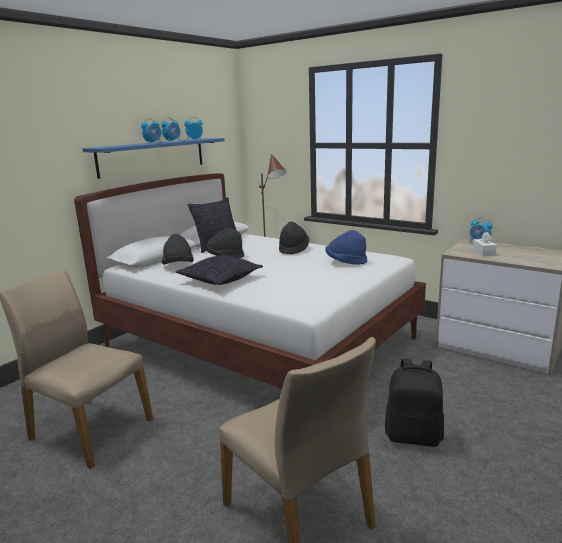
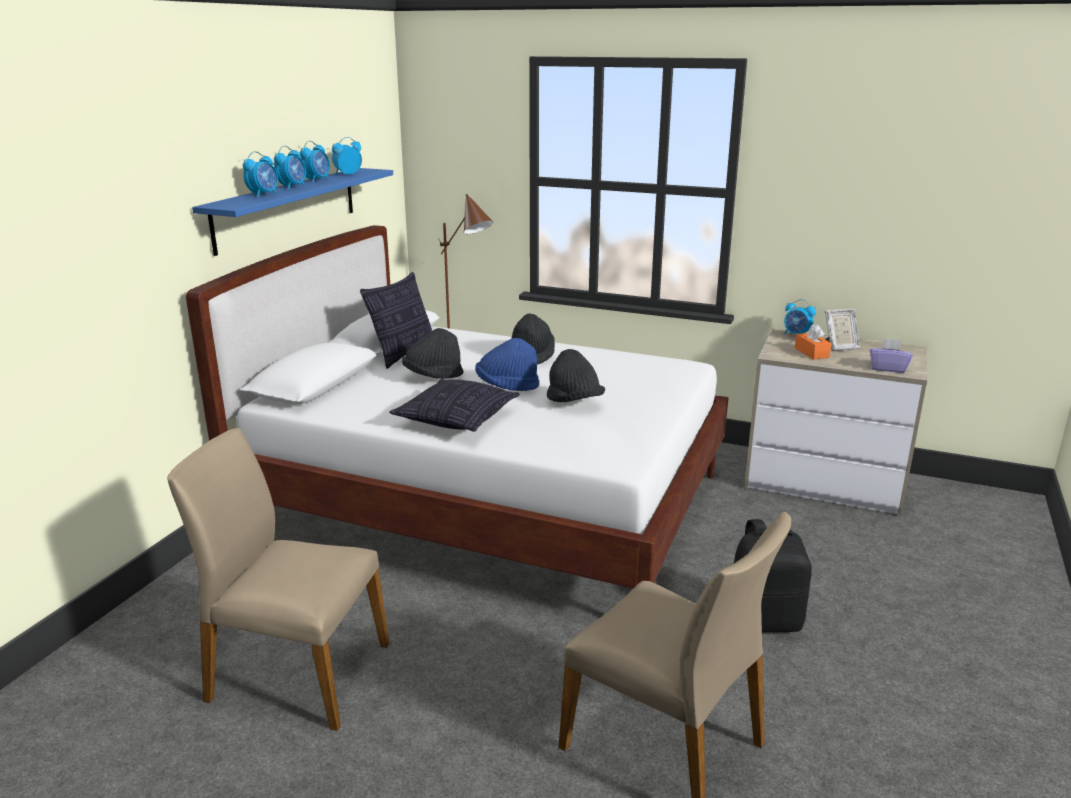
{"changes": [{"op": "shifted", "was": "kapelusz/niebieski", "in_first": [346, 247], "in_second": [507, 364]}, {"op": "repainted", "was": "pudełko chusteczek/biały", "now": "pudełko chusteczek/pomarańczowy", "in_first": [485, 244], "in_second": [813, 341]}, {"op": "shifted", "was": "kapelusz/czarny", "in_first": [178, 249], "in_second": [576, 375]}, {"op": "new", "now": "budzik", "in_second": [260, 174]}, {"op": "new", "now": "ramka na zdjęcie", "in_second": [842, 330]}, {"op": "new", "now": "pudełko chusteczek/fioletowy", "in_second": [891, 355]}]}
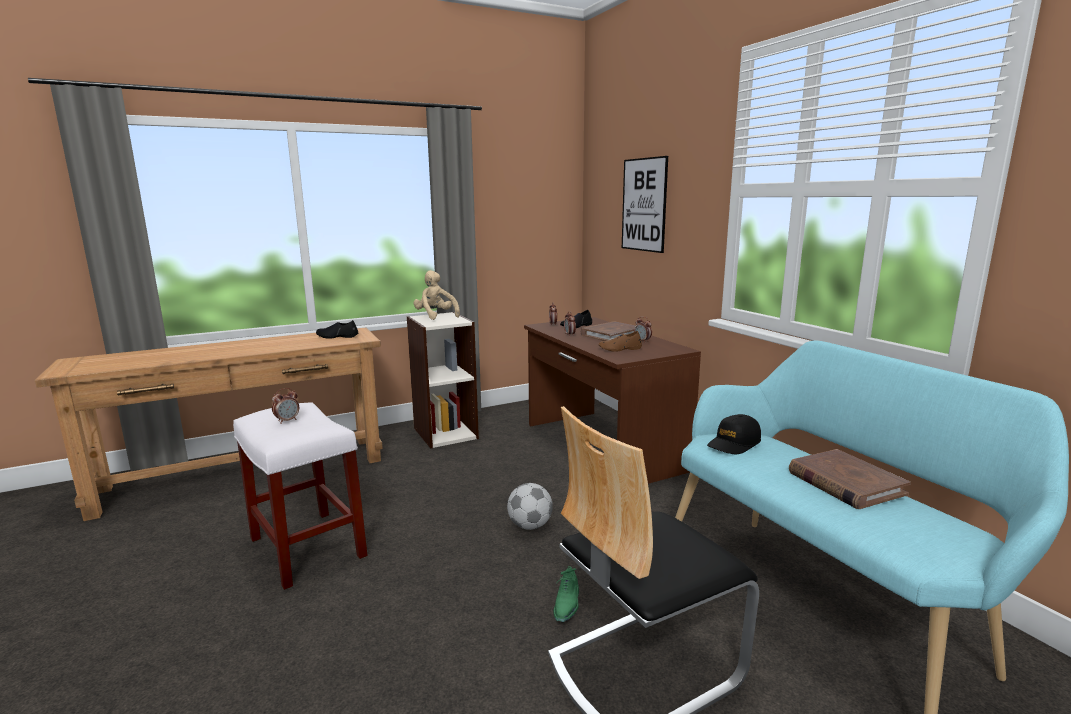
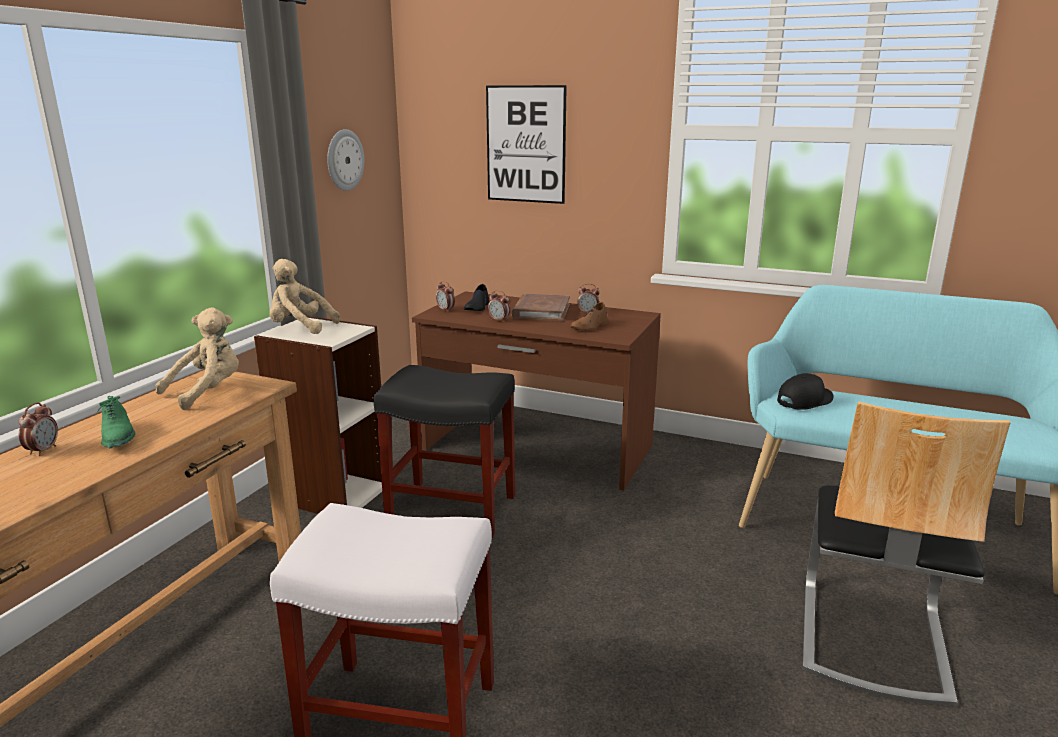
{"changes": [{"op": "swapped", "was": "but/czarny", "now": "pluszak/beżowy", "in_first": [337, 329], "in_second": [197, 359]}, {"op": "shifted", "was": "budzik", "in_first": [285, 406], "in_second": [38, 429]}, {"op": "rotated", "was": "czapka z daszkiem/czarny", "in_first": [734, 434], "in_second": [805, 391], "clockwise": -135}, {"op": "gone", "was": "książka/brązowy", "in_first": [850, 479]}, {"op": "gone", "was": "piłka futbolowa", "in_first": [530, 506]}, {"op": "shifted", "was": "but/zielony", "in_first": [566, 594], "in_second": [115, 422]}, {"op": "new", "now": "zegar ścienny", "in_second": [345, 160]}, {"op": "new", "now": "stołek/czarny", "in_second": [444, 451]}]}
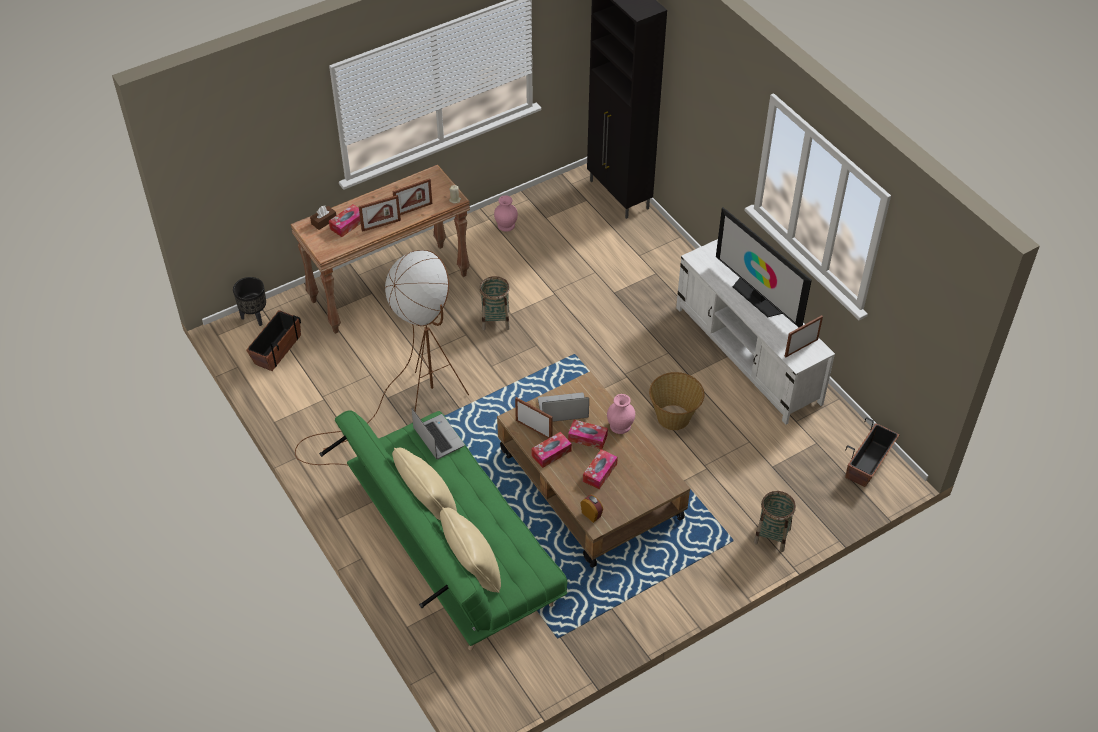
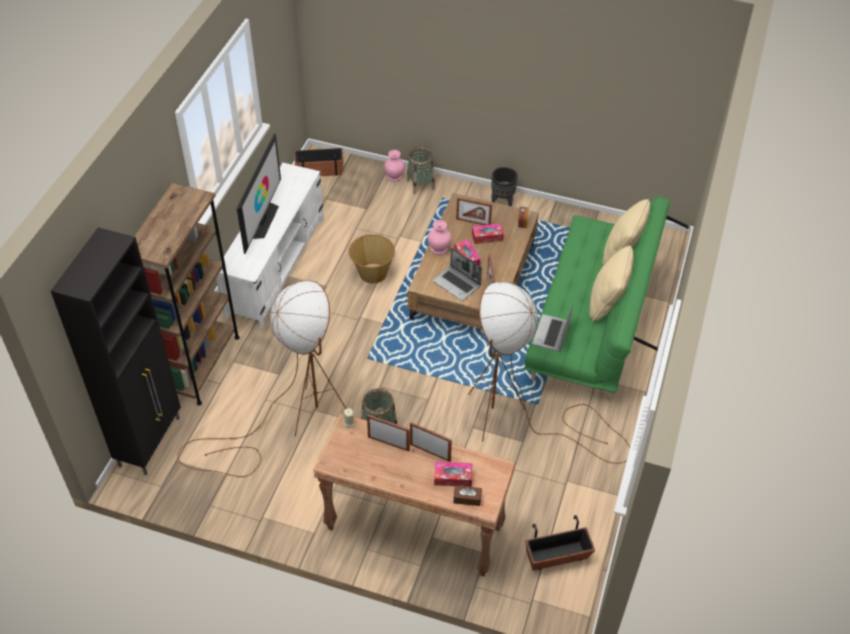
{"changes": [{"op": "shifted", "was": "wazon/różowy", "in_first": [506, 213], "in_second": [394, 166]}, {"op": "shifted", "was": "donica/czarny", "in_first": [249, 301], "in_second": [505, 187]}, {"op": "shifted", "was": "ramka na zdjęcie", "in_first": [804, 336], "in_second": [474, 211]}, {"op": "gone", "was": "pudełko chusteczek", "in_first": [551, 450]}, {"op": "new", "now": "regał/brązowy", "in_second": [187, 294]}, {"op": "new", "now": "lampa stojąca/brązowy", "in_second": [262, 378]}]}
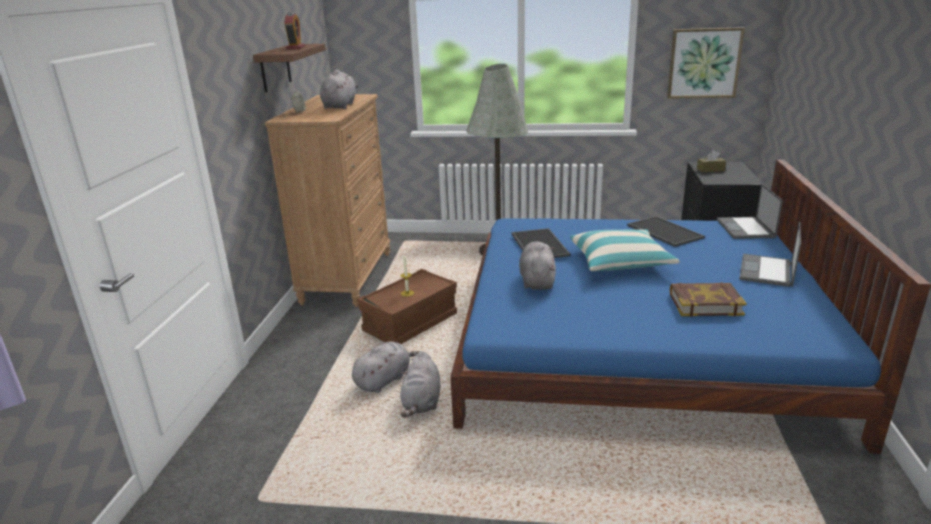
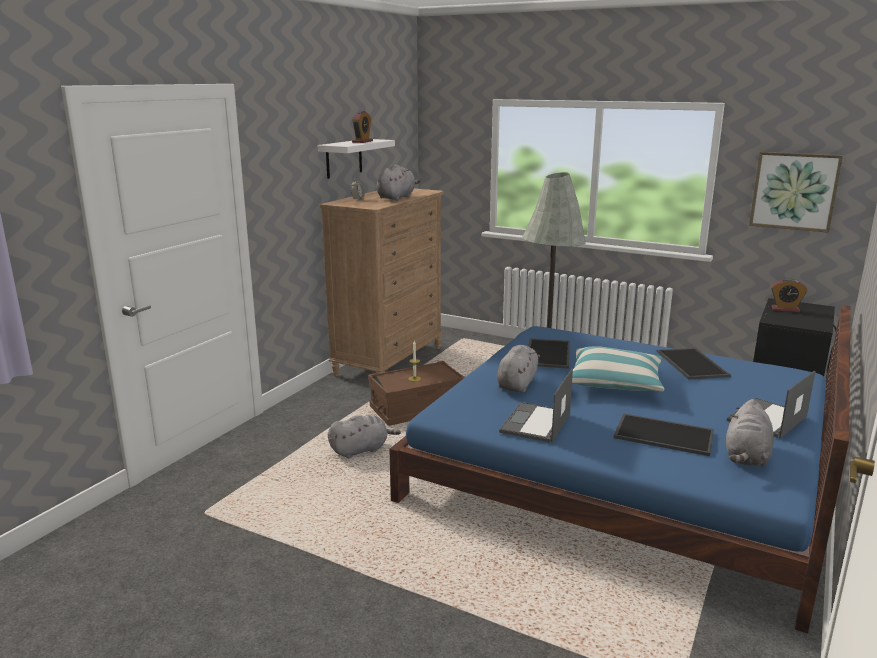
{"changes": [{"op": "repainted", "was": "półka/brązowy", "now": "półka/biały", "in_first": [289, 68], "in_second": [356, 159]}, {"op": "swapped", "was": "pudełko chusteczek/brązowy", "now": "budzik", "in_first": [711, 161], "in_second": [789, 295]}, {"op": "shifted", "was": "laptop", "in_first": [750, 211], "in_second": [536, 406]}, {"op": "swapped", "was": "książka", "now": "taca", "in_first": [708, 299], "in_second": [664, 434]}, {"op": "shifted", "was": "pluszak/szary", "in_first": [420, 384], "in_second": [750, 433]}]}
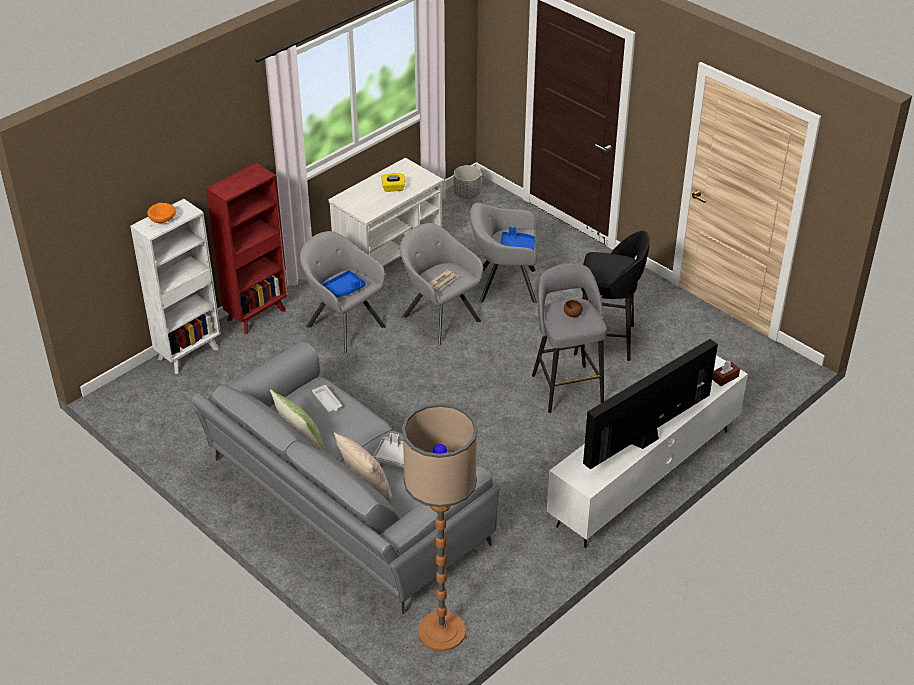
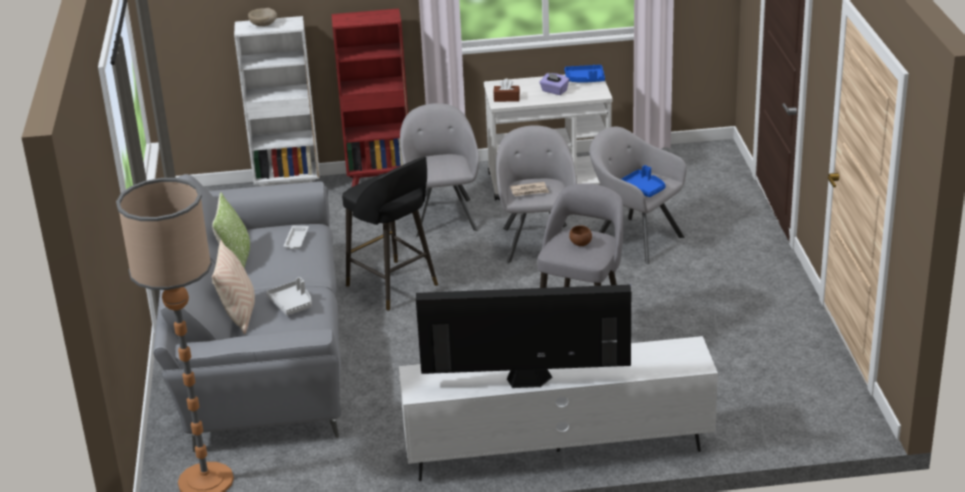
{"changes": [{"op": "gone", "was": "donica/szary", "in_first": [467, 182]}, {"op": "repainted", "was": "pudełko chusteczek/żółty", "now": "pudełko chusteczek/fioletowy", "in_first": [393, 182], "in_second": [554, 83]}, {"op": "repainted", "was": "miska/pomarańczowy", "now": "miska/beżowy", "in_first": [161, 213], "in_second": [262, 17]}, {"op": "shifted", "was": "stołek/czarny", "in_first": [612, 296], "in_second": [390, 234]}, {"op": "shifted", "was": "taca/niebieski", "in_first": [344, 283], "in_second": [584, 74]}, {"op": "shifted", "was": "pudełko chusteczek/brązowy", "in_first": [726, 373], "in_second": [506, 90]}]}
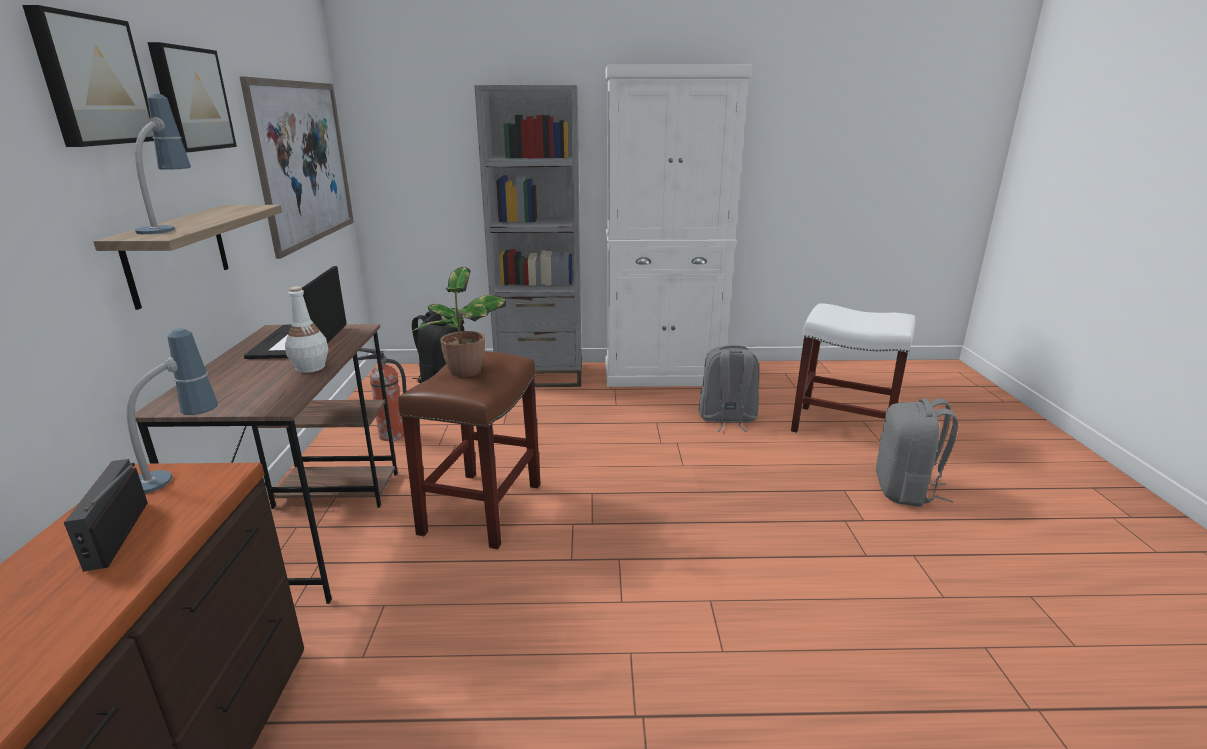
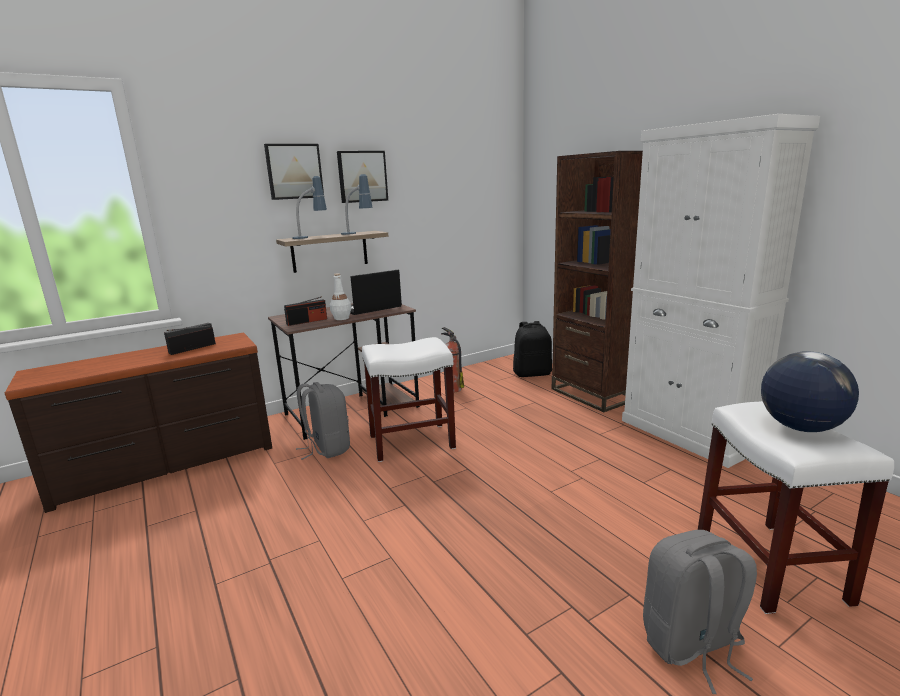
{"changes": [{"op": "gone", "was": "obraz", "in_first": [296, 167]}, {"op": "repainted", "was": "regał/szary", "now": "regał/brązowy", "in_first": [528, 236], "in_second": [597, 281]}, {"op": "gone", "was": "roślina doniczkowa", "in_first": [459, 322]}, {"op": "shifted", "was": "lampa stołowa", "in_first": [172, 410], "in_second": [356, 204]}, {"op": "shifted", "was": "plecak/szary", "in_first": [728, 388], "in_second": [323, 421]}, {"op": "repainted", "was": "stołek/brązowy", "now": "stołek/biały", "in_first": [469, 450], "in_second": [409, 399]}, {"op": "new", "now": "radio", "in_second": [305, 311]}, {"op": "new", "now": "globus", "in_second": [810, 391]}]}
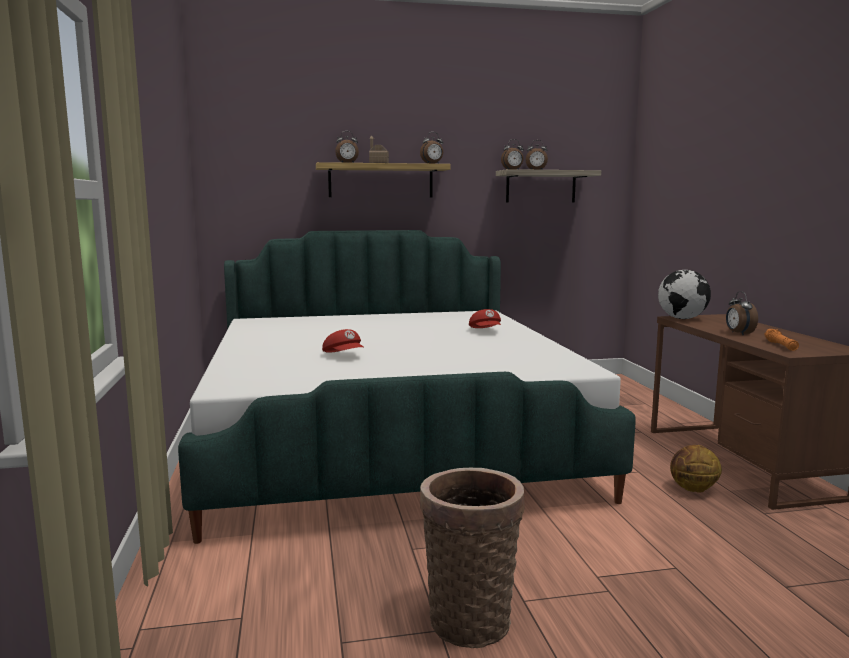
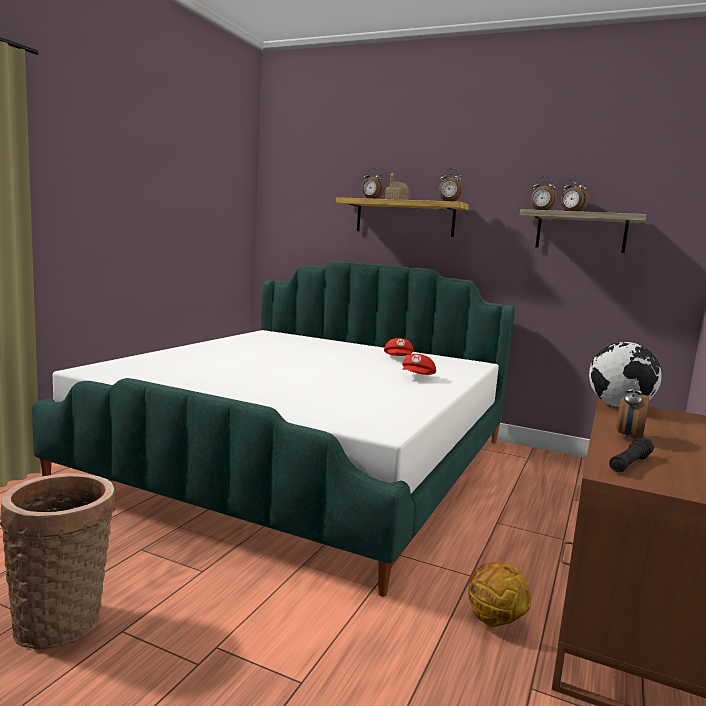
{"changes": [{"op": "shifted", "was": "czapka z daszkiem/czerwony", "in_first": [342, 341], "in_second": [398, 347]}, {"op": "repainted", "was": "latarka/pomarańczowy", "now": "latarka/czarny", "in_first": [781, 340], "in_second": [631, 454]}]}
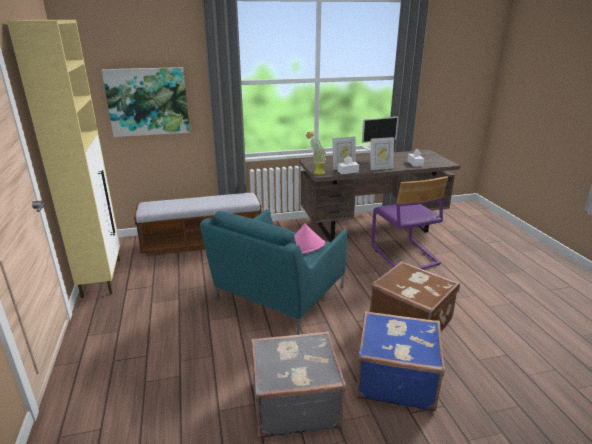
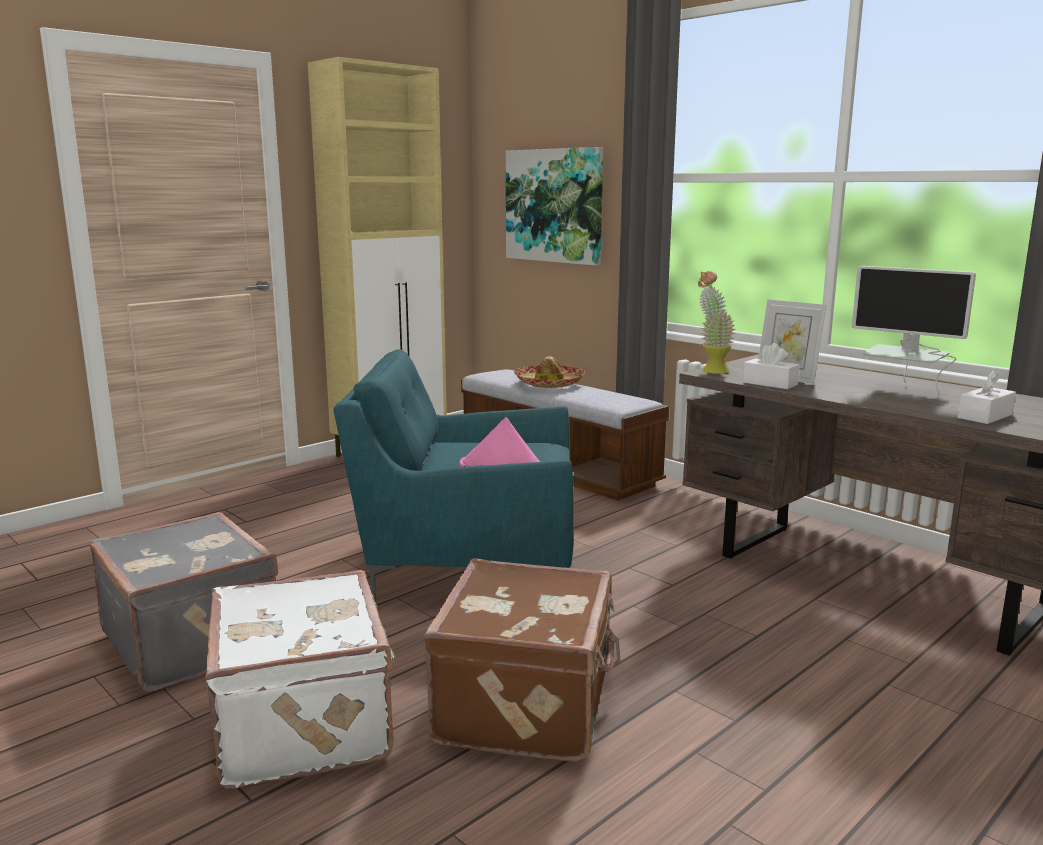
{"changes": [{"op": "gone", "was": "ramka na zdjęcie", "in_first": [382, 153]}, {"op": "gone", "was": "krzesło/fioletowy", "in_first": [409, 222]}, {"op": "repainted", "was": "walizka/niebieski", "now": "walizka/biały", "in_first": [400, 361], "in_second": [300, 679]}, {"op": "new", "now": "kapelusz", "in_second": [549, 372]}]}
